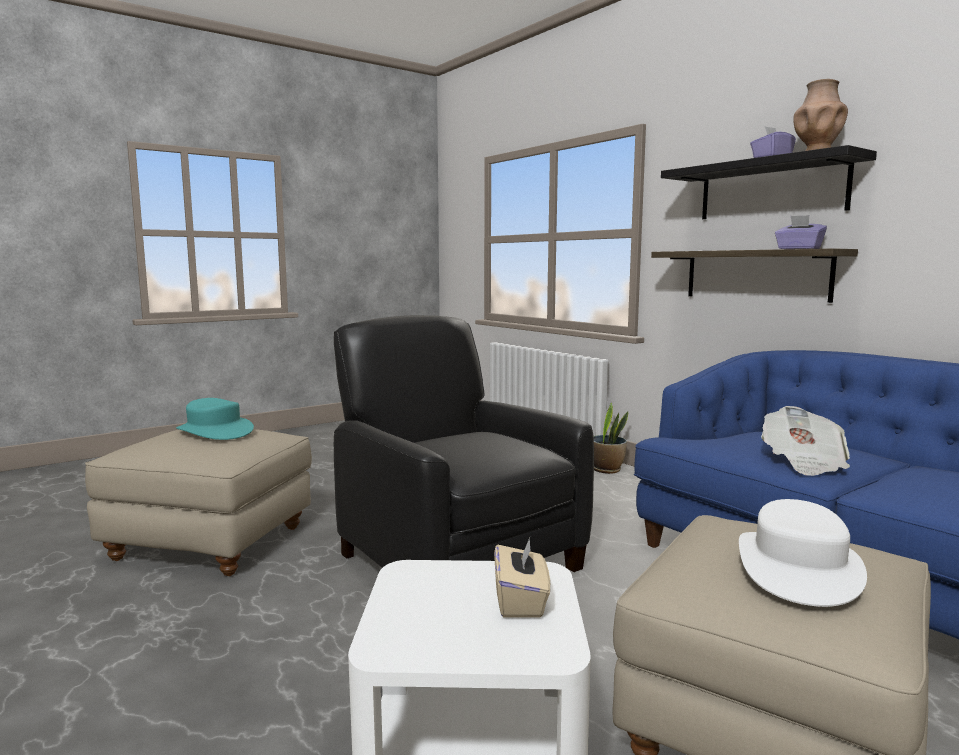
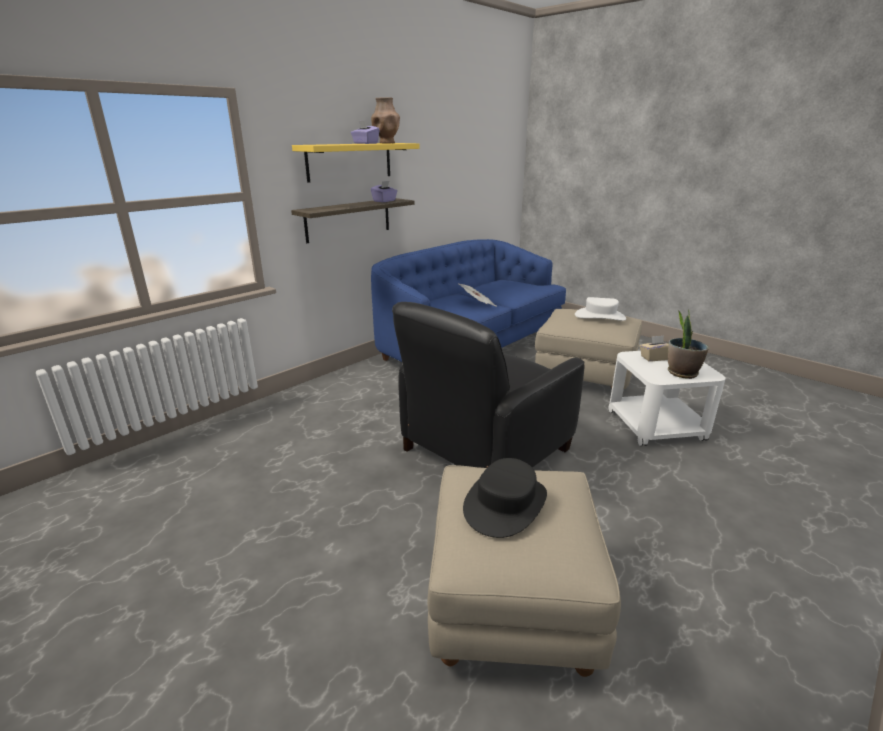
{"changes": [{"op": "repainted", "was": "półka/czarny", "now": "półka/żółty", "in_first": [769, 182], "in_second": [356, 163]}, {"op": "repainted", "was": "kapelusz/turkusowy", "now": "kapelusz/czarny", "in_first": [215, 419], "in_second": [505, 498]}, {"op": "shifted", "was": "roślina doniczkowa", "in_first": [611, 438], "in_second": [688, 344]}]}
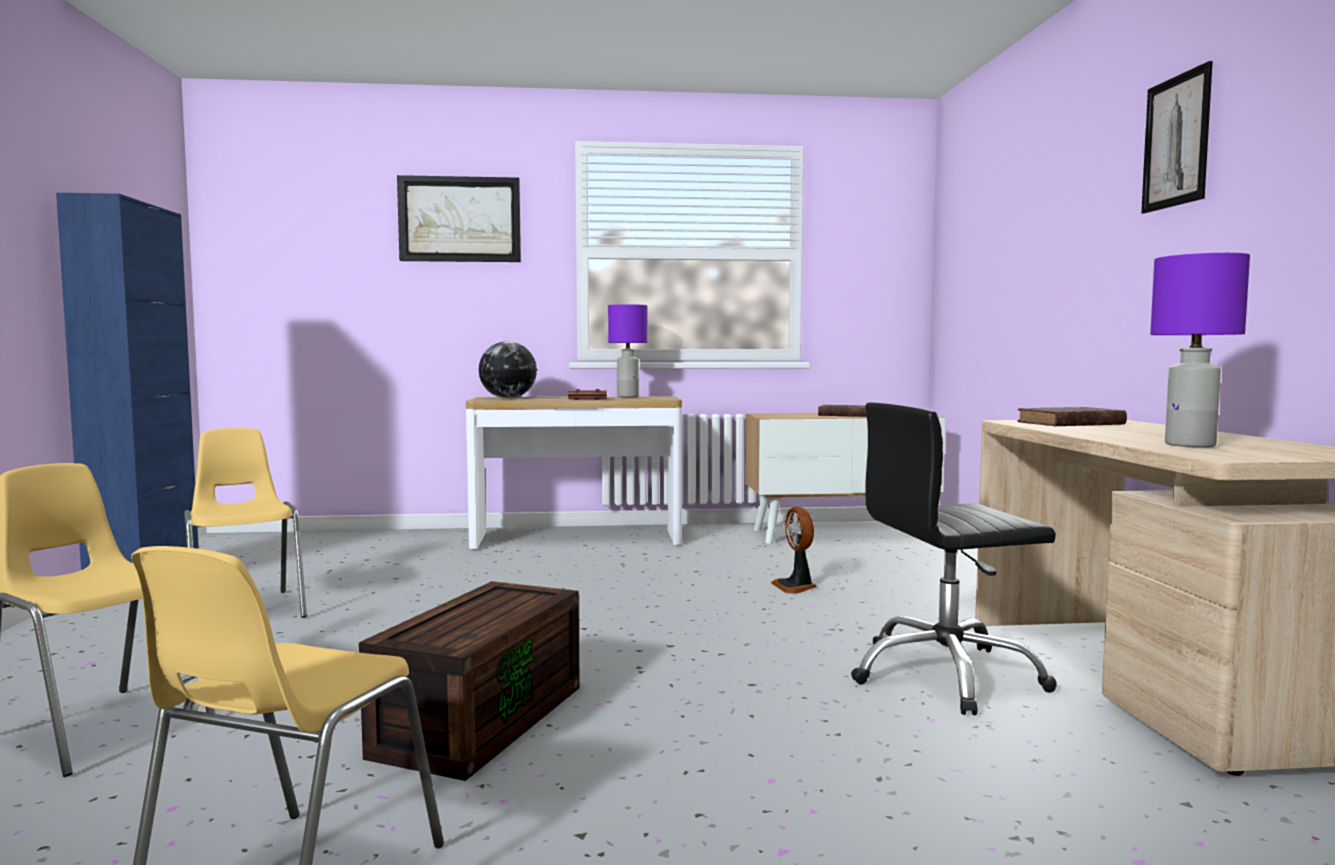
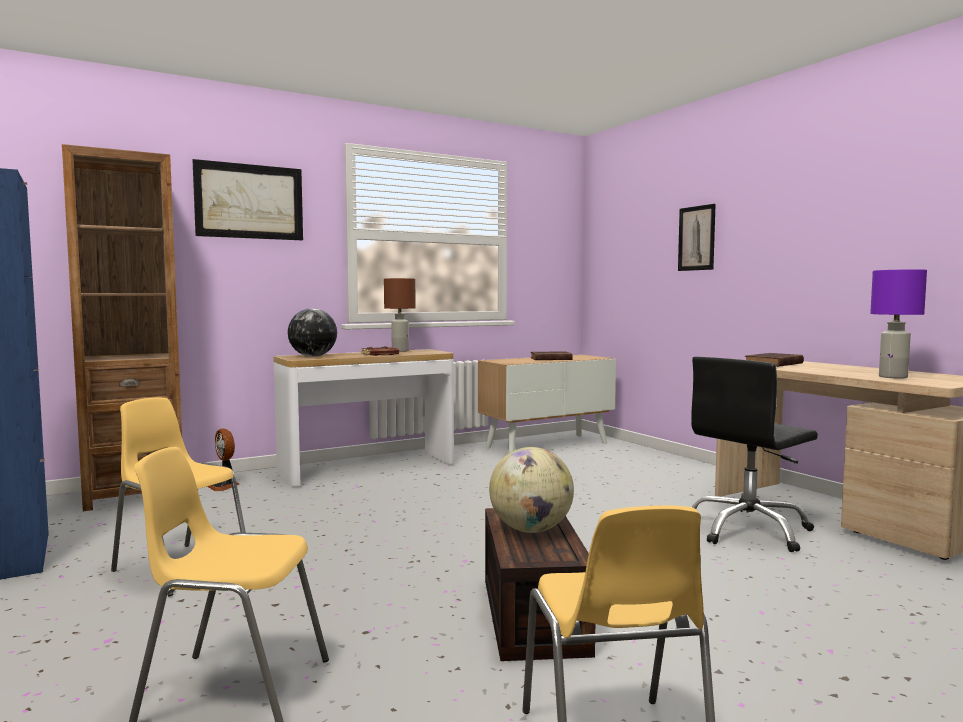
{"changes": [{"op": "shifted", "was": "obraz", "in_first": [1177, 137], "in_second": [697, 237]}, {"op": "repainted", "was": "lampa stołowa/fioletowy", "now": "lampa stołowa/brązowy", "in_first": [627, 350], "in_second": [400, 315]}, {"op": "shifted", "was": "wentylator", "in_first": [794, 550], "in_second": [223, 459]}, {"op": "new", "now": "regał/brązowy", "in_second": [122, 327]}, {"op": "new", "now": "globus", "in_second": [531, 490]}]}
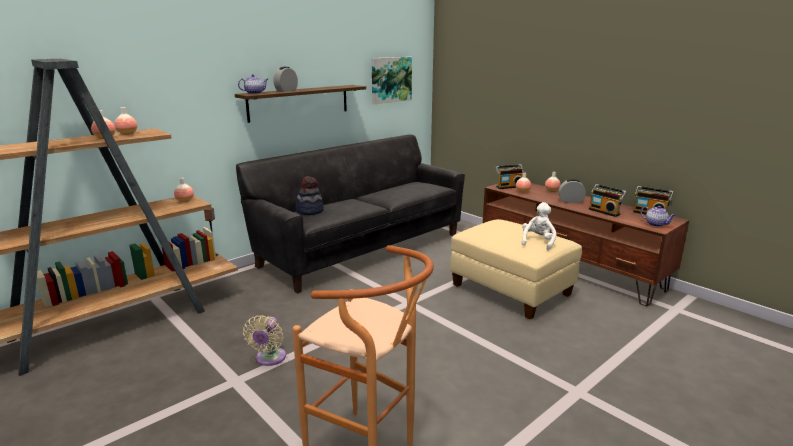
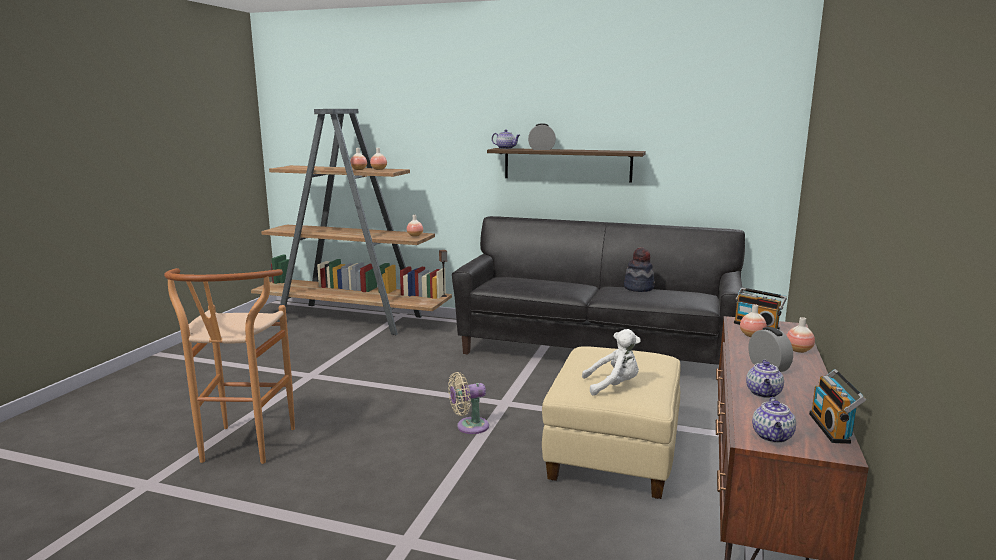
{"changes": [{"op": "gone", "was": "obraz", "in_first": [392, 80]}, {"op": "shifted", "was": "kapelusz", "in_first": [310, 195], "in_second": [639, 269]}, {"op": "swapped", "was": "radio", "now": "imbryk", "in_first": [608, 200], "in_second": [765, 379]}, {"op": "shifted", "was": "wentylator/beżowy", "in_first": [264, 340], "in_second": [468, 403]}]}
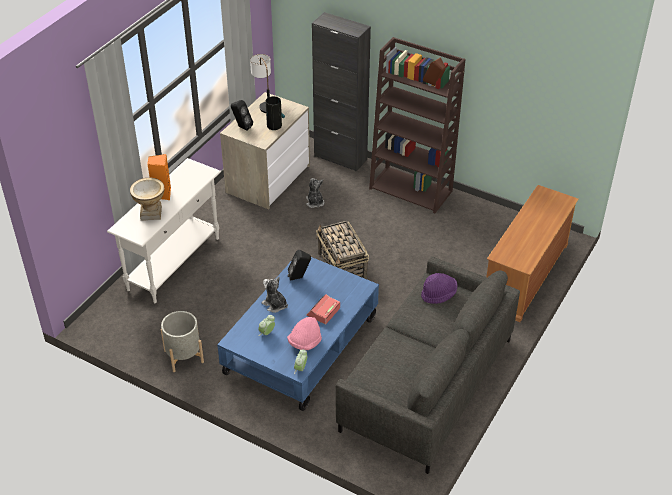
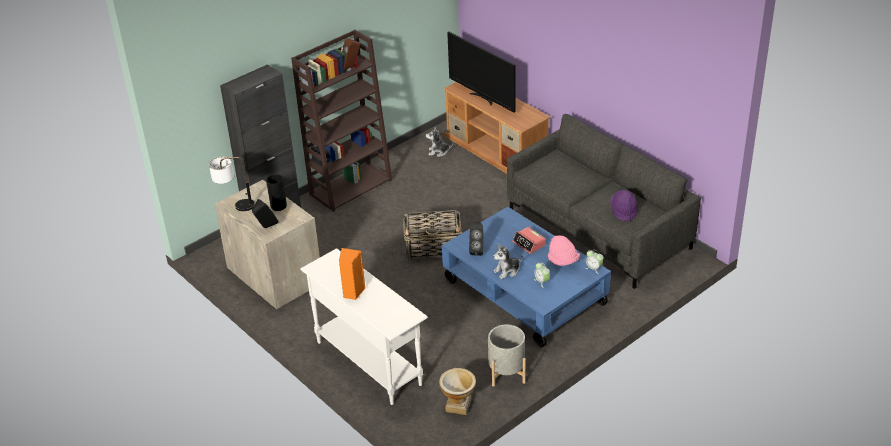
{"changes": [{"op": "shifted", "was": "wazon", "in_first": [147, 199], "in_second": [457, 391]}, {"op": "shifted", "was": "pluszak", "in_first": [315, 193], "in_second": [439, 142]}, {"op": "shifted", "was": "kapelusz/fioletowy", "in_first": [439, 288], "in_second": [624, 205]}, {"op": "new", "now": "telewizor", "in_second": [481, 72]}]}
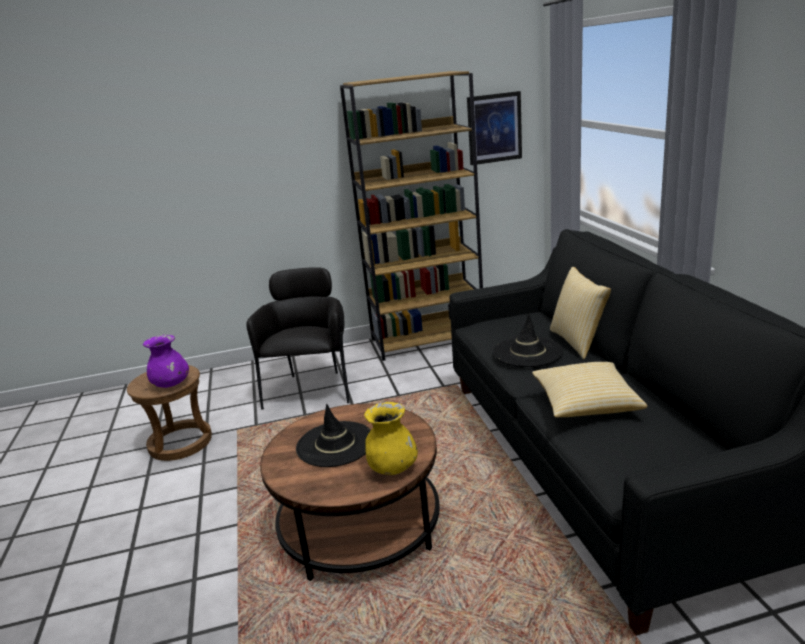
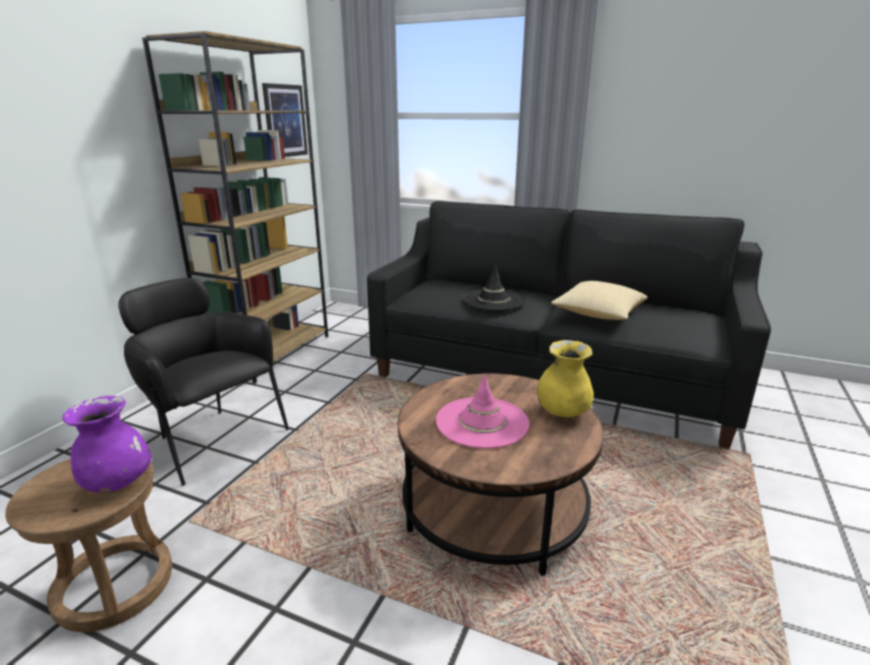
{"changes": [{"op": "gone", "was": "poduszka", "in_first": [580, 313]}, {"op": "repainted", "was": "kapelusz/czarny", "now": "kapelusz/różowy", "in_first": [333, 435], "in_second": [482, 411]}]}
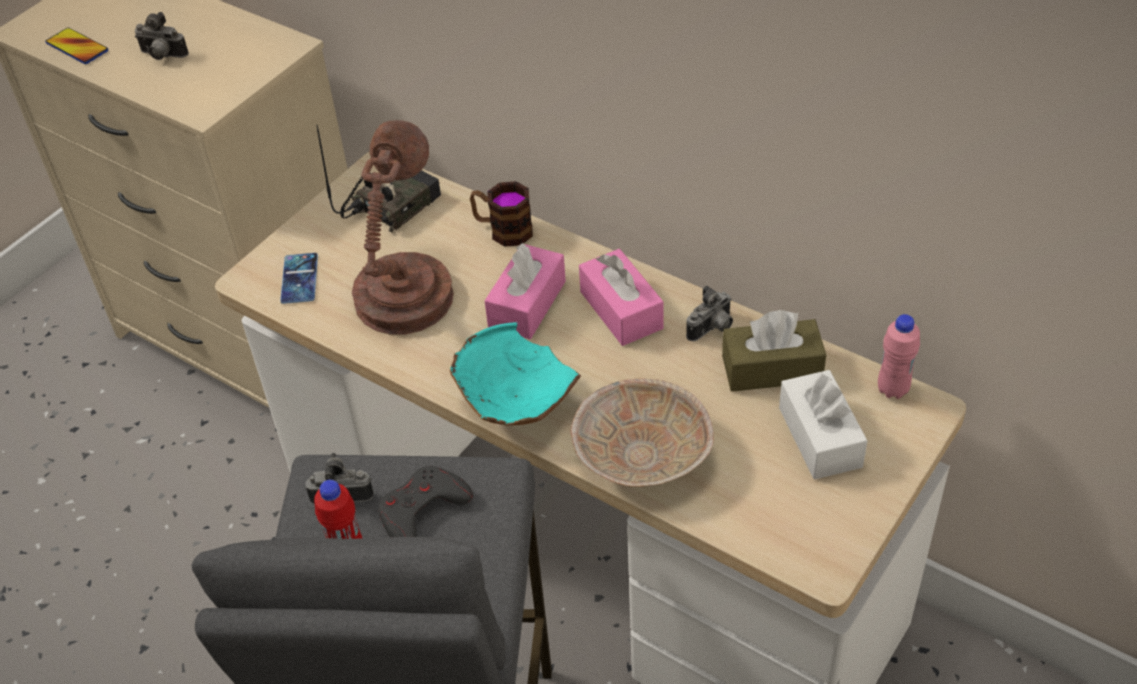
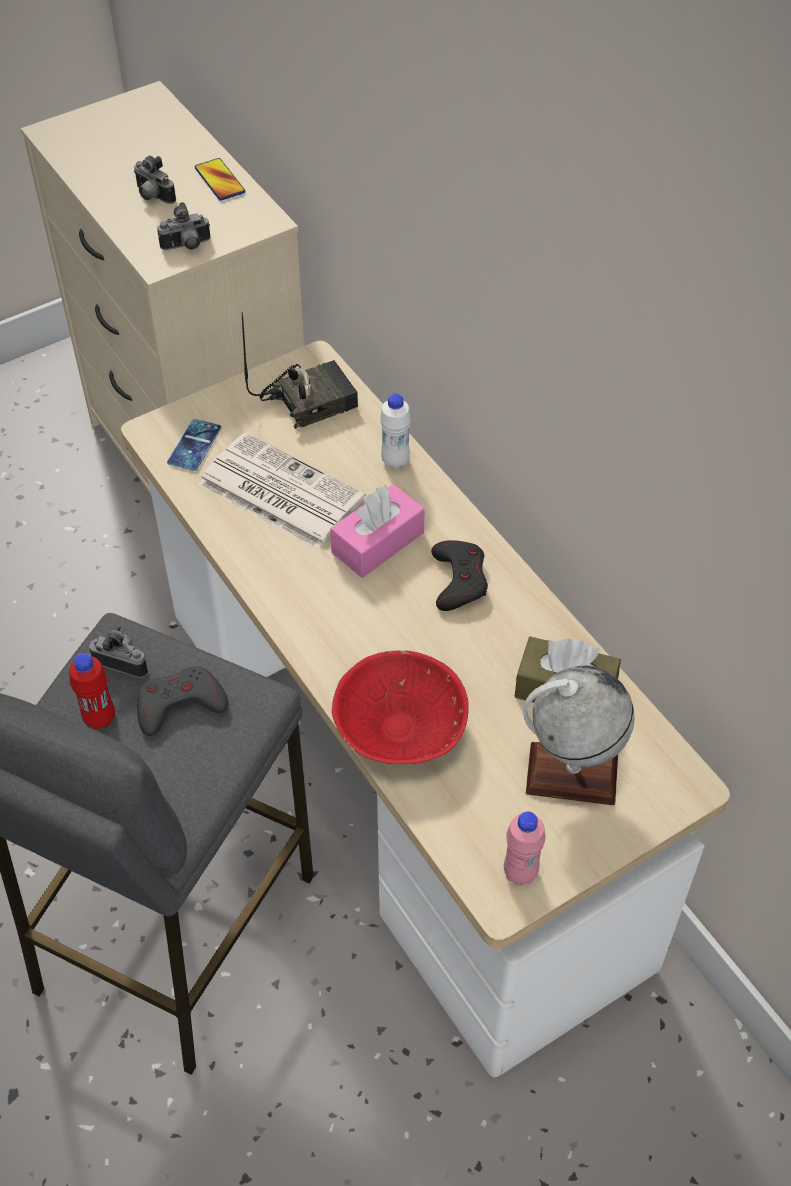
{"changes": [{"op": "shifted", "was": "telefon", "in_first": [76, 46], "in_second": [220, 179]}, {"op": "swapped", "was": "lampa stołowa/brązowy", "now": "gazeta", "in_first": [403, 227], "in_second": [282, 490]}, {"op": "swapped", "was": "kubek", "now": "butelka/biały", "in_first": [501, 214], "in_second": [395, 431]}, {"op": "swapped", "was": "pudełko chusteczek/różowy", "now": "pad do gier/czarny", "in_first": [621, 297], "in_second": [459, 575]}, {"op": "shifted", "was": "aparat fotograficzny", "in_first": [709, 313], "in_second": [184, 226]}, {"op": "shifted", "was": "butelka/różowy", "in_first": [899, 356], "in_second": [524, 848]}, {"op": "gone", "was": "miska/turkusowy", "in_first": [515, 374]}, {"op": "swapped", "was": "pudełko chusteczek/biały", "now": "globus", "in_first": [823, 424], "in_second": [578, 735]}, {"op": "repainted", "was": "miska/beżowy", "now": "miska/czerwony", "in_first": [642, 433], "in_second": [400, 707]}]}
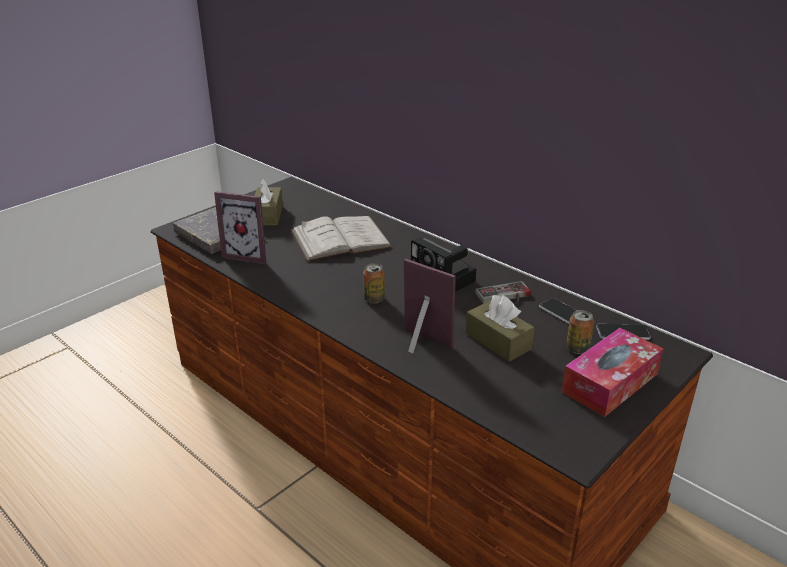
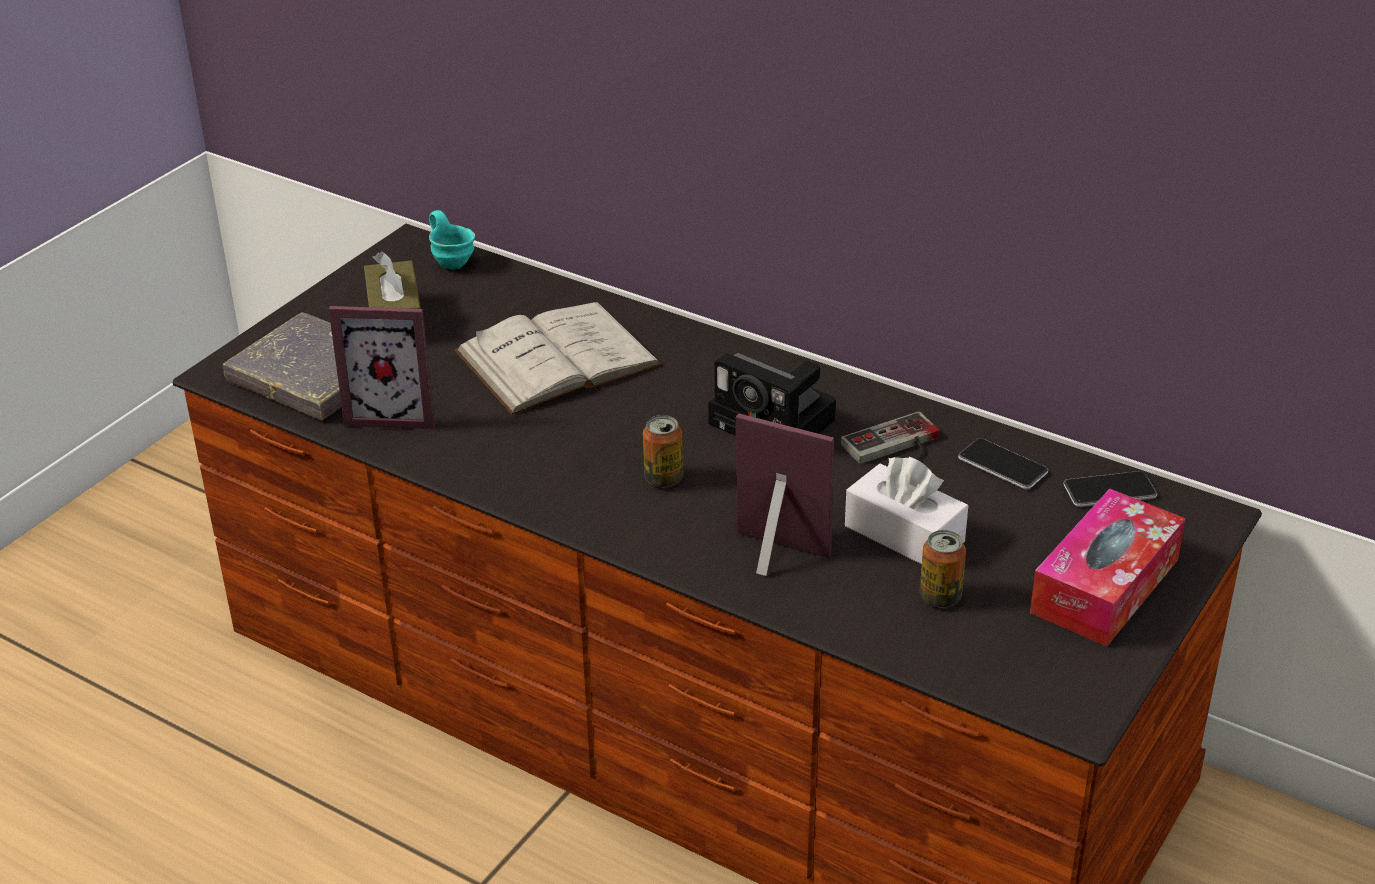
{"changes": [{"op": "repainted", "was": "pudełko chusteczek/brązowy", "now": "pudełko chusteczek/biały", "in_first": [500, 328], "in_second": [906, 510]}, {"op": "shifted", "was": "puszka", "in_first": [580, 332], "in_second": [943, 568]}, {"op": "new", "now": "kubek/turkusowy", "in_second": [452, 240]}]}
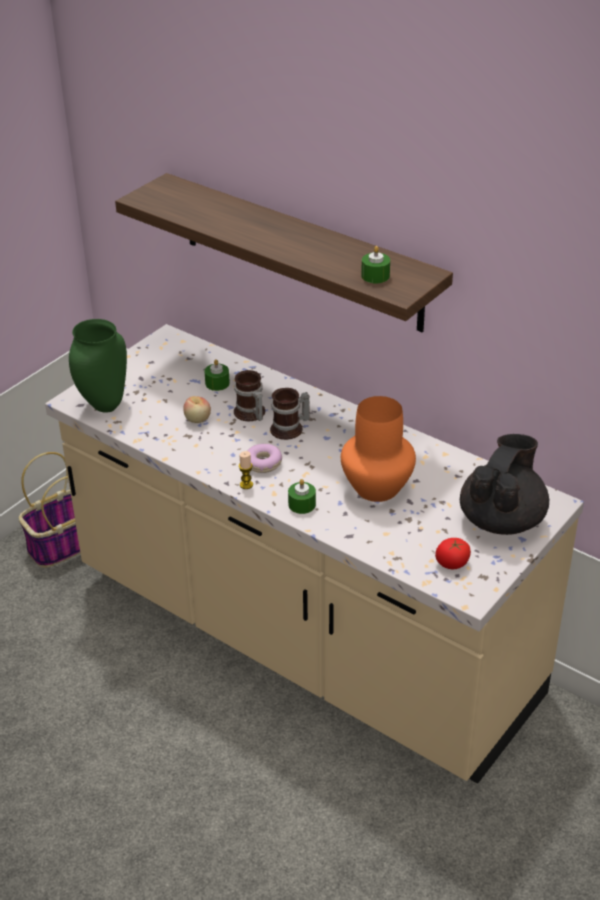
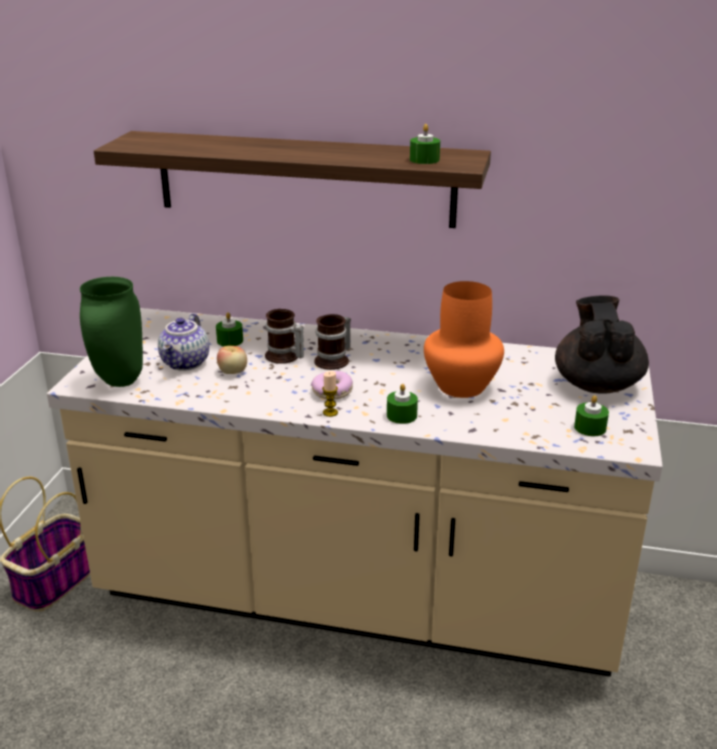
{"changes": [{"op": "swapped", "was": "pomidor", "now": "świeca/zielony", "in_first": [453, 553], "in_second": [591, 415]}, {"op": "new", "now": "imbryk", "in_second": [183, 342]}]}
